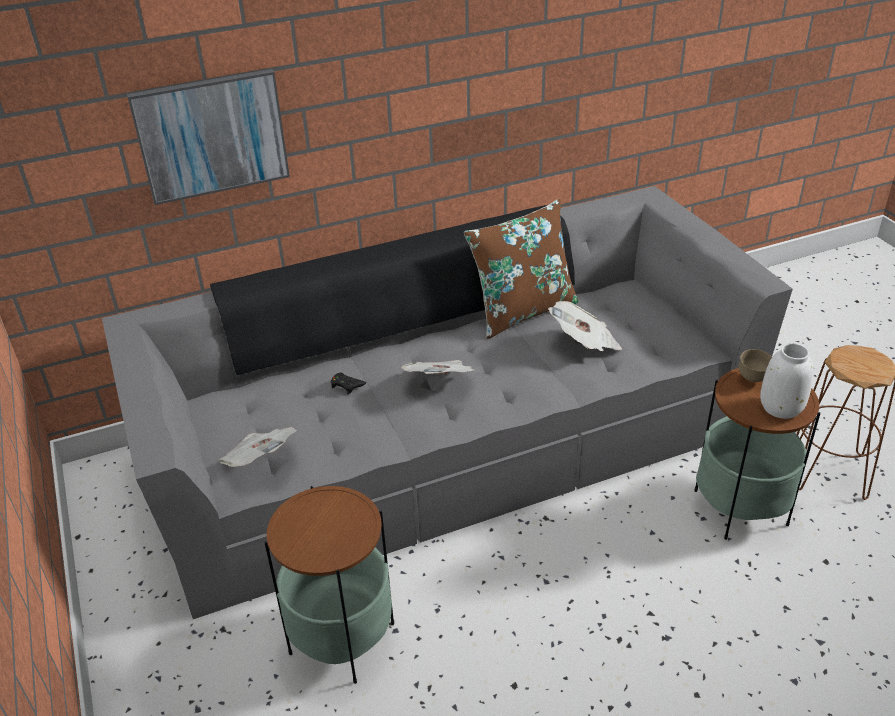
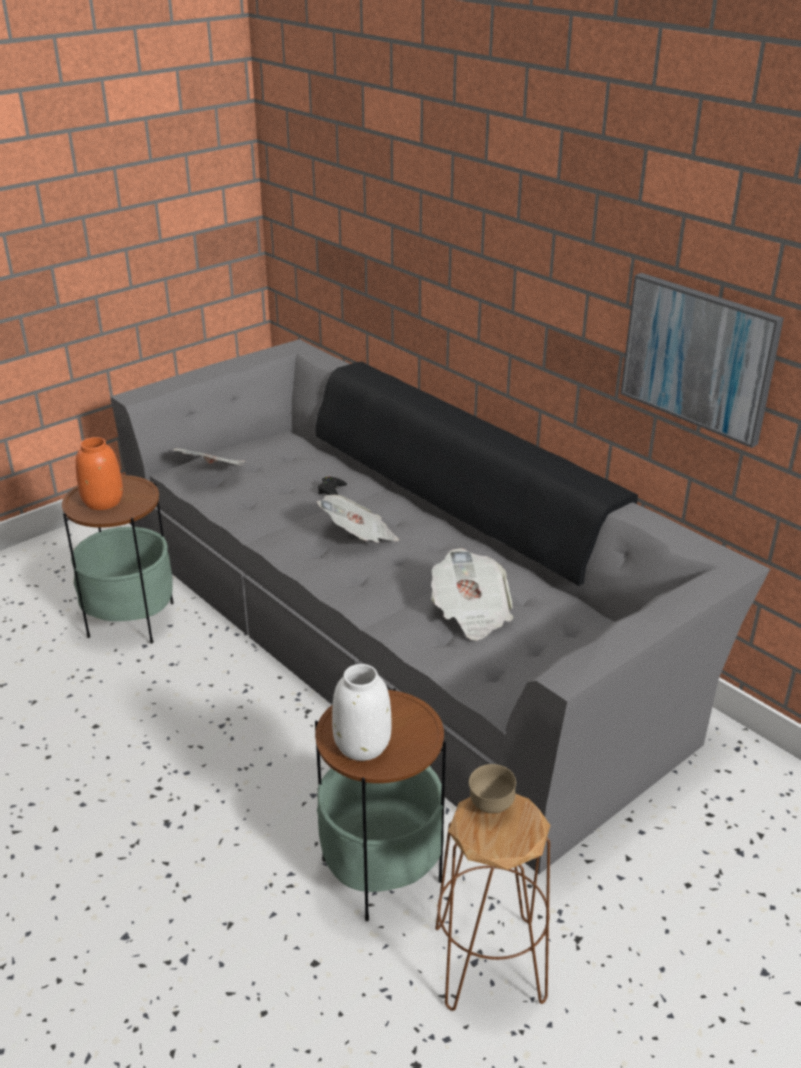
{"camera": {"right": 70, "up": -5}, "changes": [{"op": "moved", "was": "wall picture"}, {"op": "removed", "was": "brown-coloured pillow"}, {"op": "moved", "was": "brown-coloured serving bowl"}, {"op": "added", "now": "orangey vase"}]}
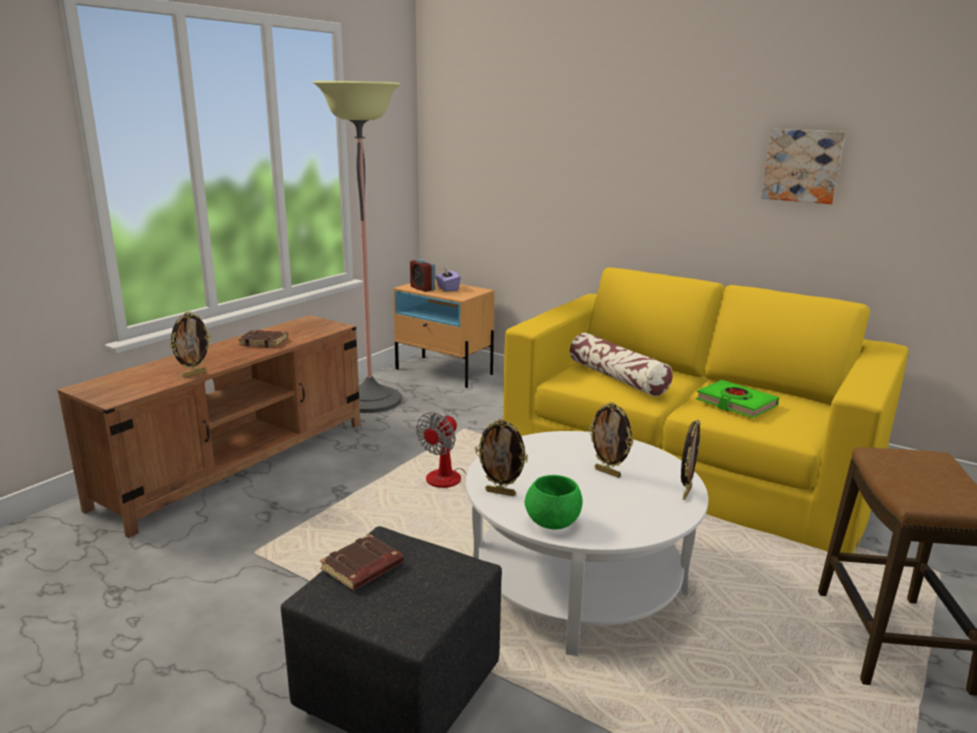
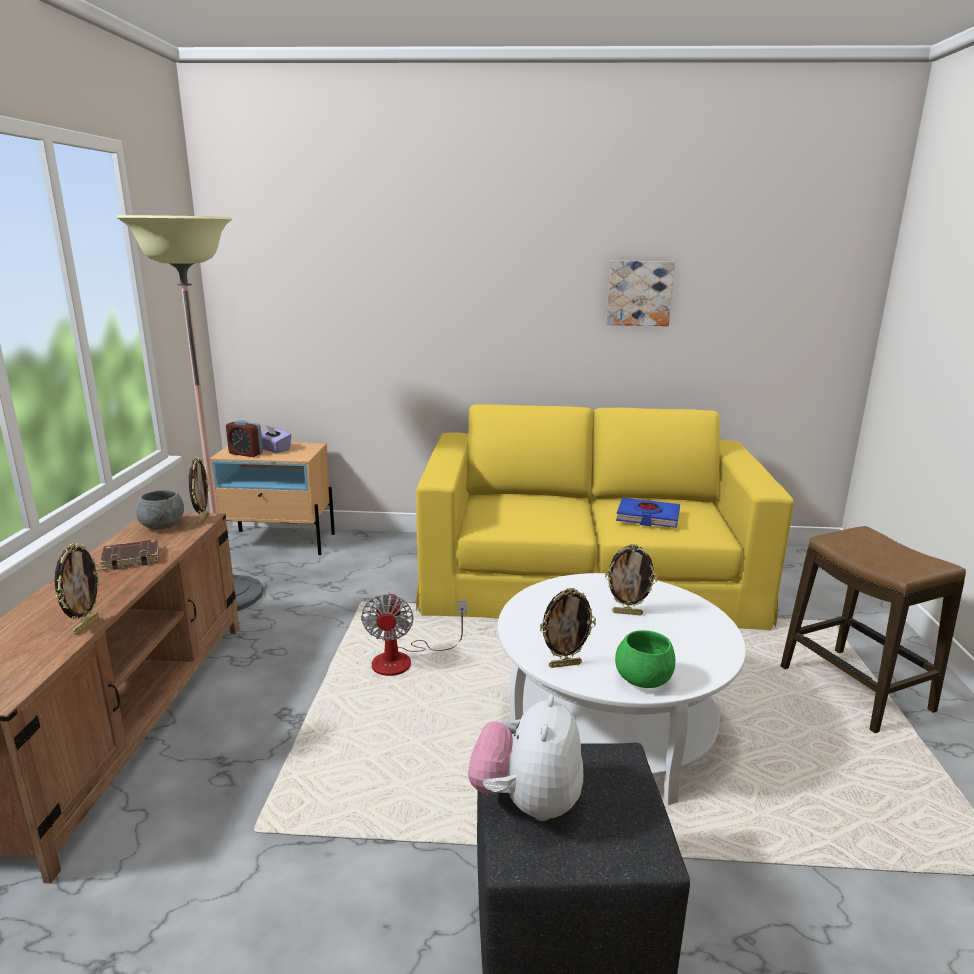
{"camera": {"right": -30, "up": 0}, "changes": [{"op": "removed", "was": "pillow"}, {"op": "recoloured", "was": "green volume", "now": "blue-coloured volume"}, {"op": "moved", "was": "photo frame (4th from left in the first image)", "now": "photo frame (2nd from left)"}, {"op": "replaced", "was": "brown-coloured volume (2nd from left)", "now": "soft toy"}, {"op": "added", "now": "gray serving bowl"}]}
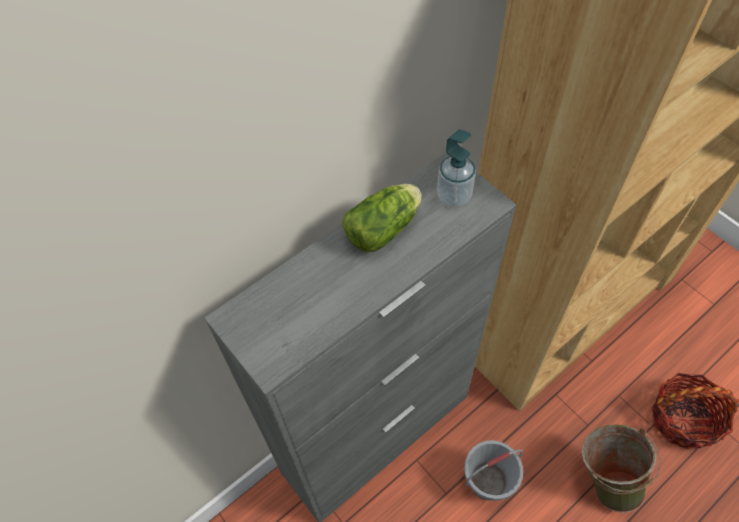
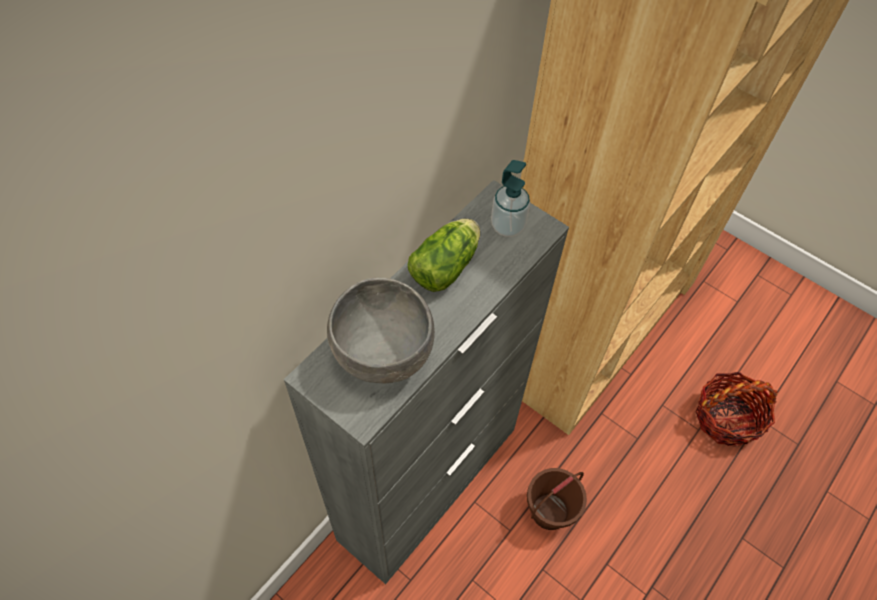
{"camera": {"right": -15, "up": 0}, "changes": [{"op": "removed", "was": "green bucket"}, {"op": "recoloured", "was": "gray bucket", "now": "brown-coloured bucket"}, {"op": "added", "now": "gray serving bowl"}]}
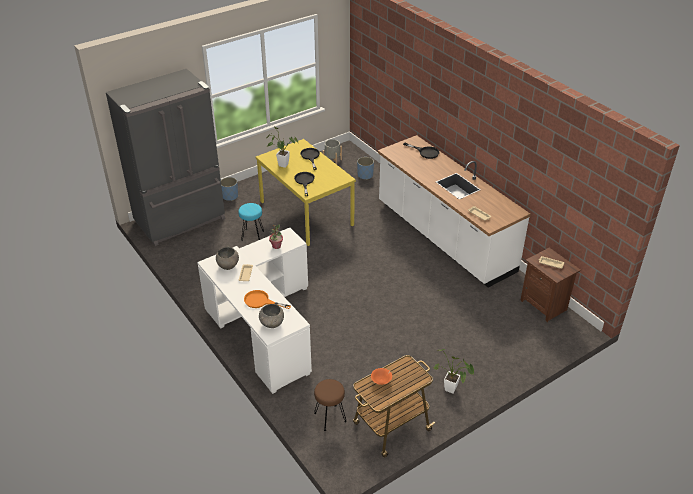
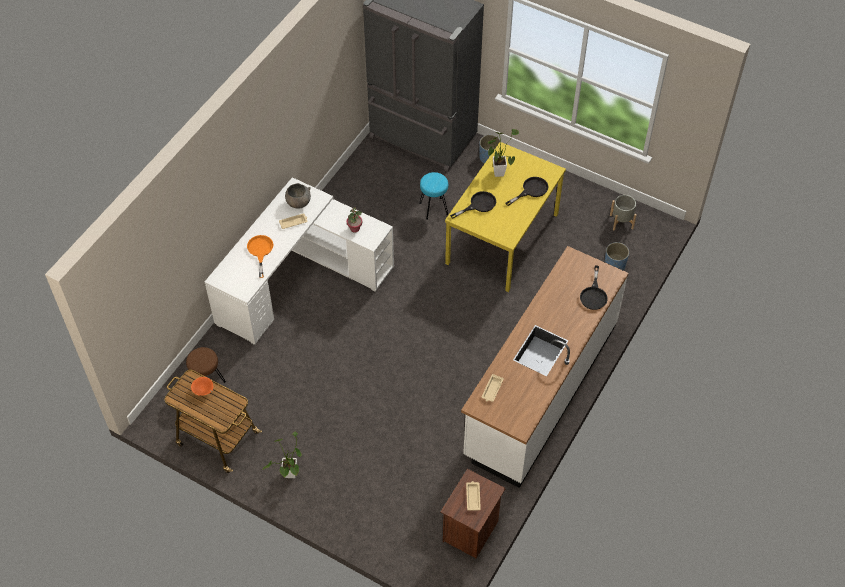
{"camera": {"right": 65, "up": 15}, "changes": [{"op": "removed", "was": "gray serving bowl (2nd from left)"}]}
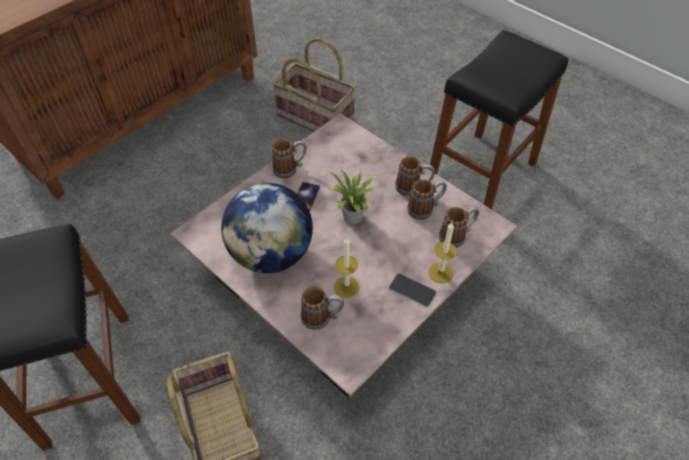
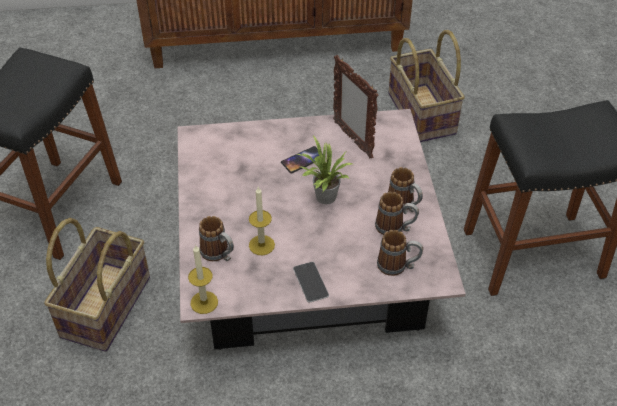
{"camera": {"right": 40, "up": -5}, "changes": [{"op": "removed", "was": "coffee mug (1st from left)"}, {"op": "removed", "was": "globe"}, {"op": "moved", "was": "wax light (2nd from left in the first image)", "now": "wax light (1st from left)"}, {"op": "added", "now": "photo frame"}]}
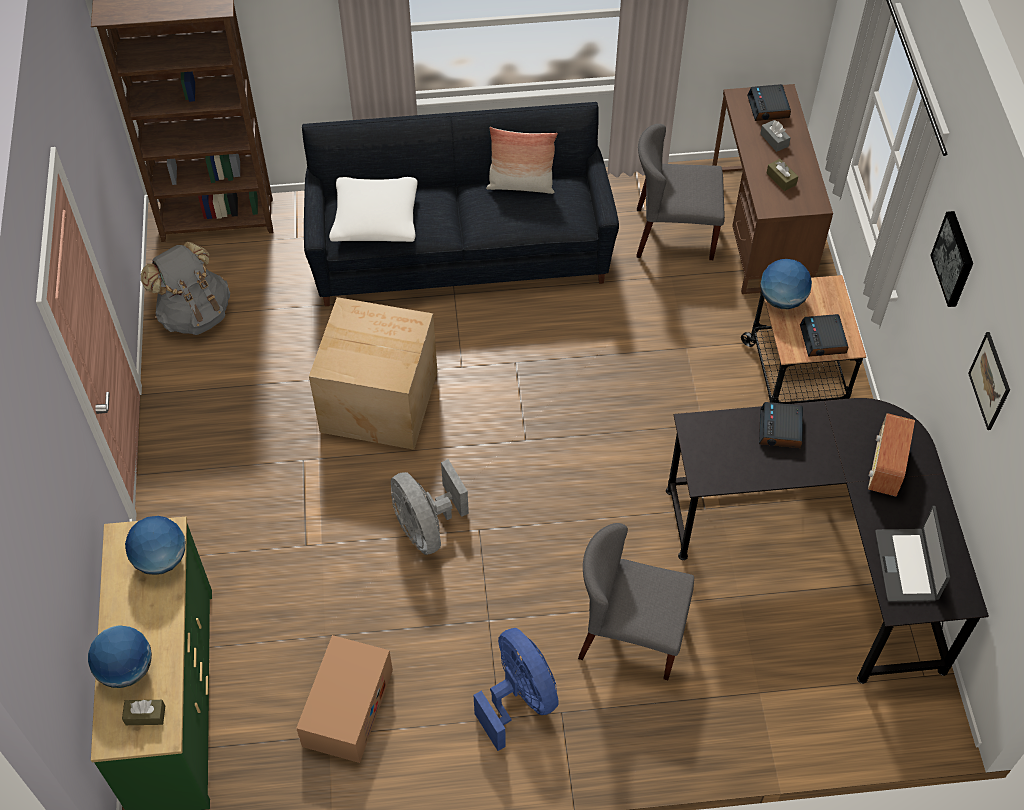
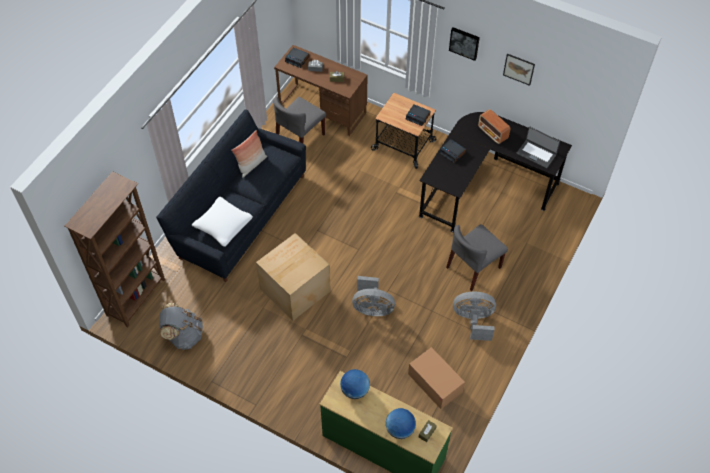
{"camera": {"right": -55, "up": 0}, "changes": [{"op": "removed", "was": "globe (3rd from left)"}, {"op": "recoloured", "was": "blue-coloured cooling fan", "now": "gray cooling fan (2nd from left)"}]}
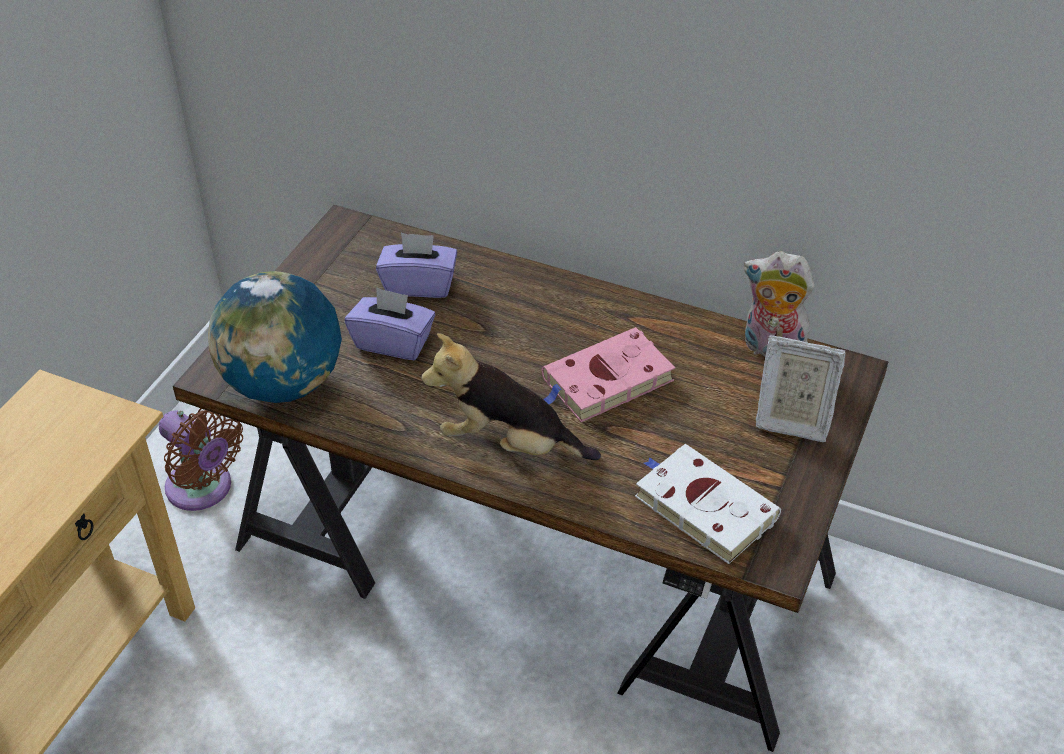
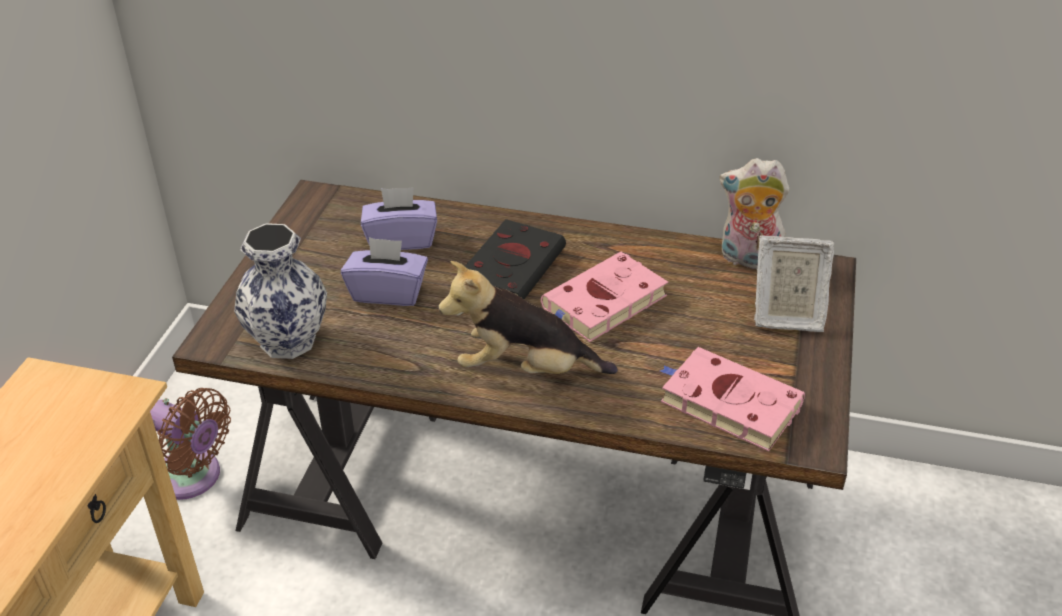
{"camera": {"right": -10, "up": -5}, "changes": [{"op": "replaced", "was": "globe", "now": "vase"}, {"op": "recoloured", "was": "white-coloured volume", "now": "pink-coloured volume (2nd from left)"}, {"op": "added", "now": "black volume"}]}
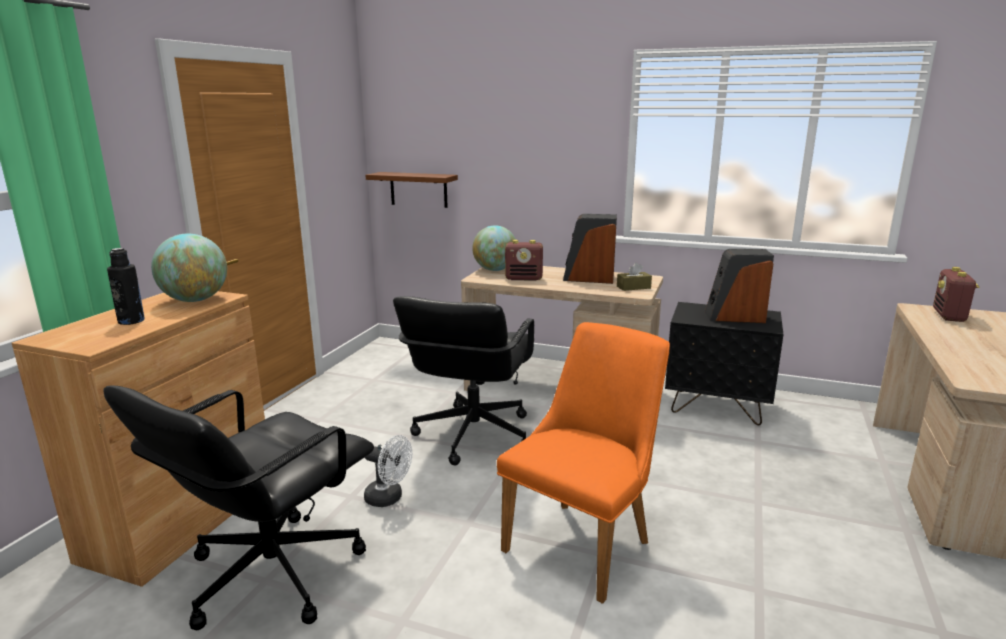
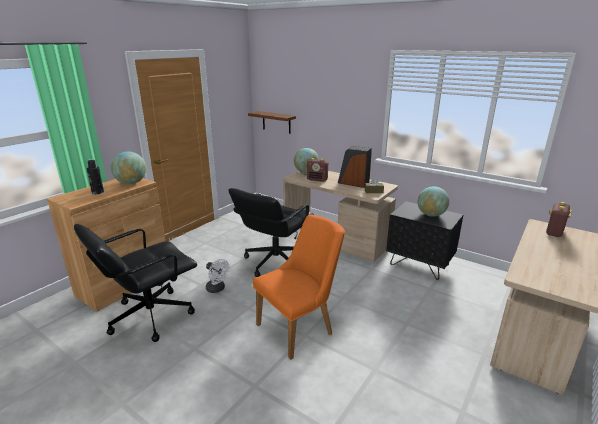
{"camera": {"right": 15, "up": 5}, "changes": [{"op": "replaced", "was": "loudspeaker (2nd from left)", "now": "globe (3rd from left)"}]}
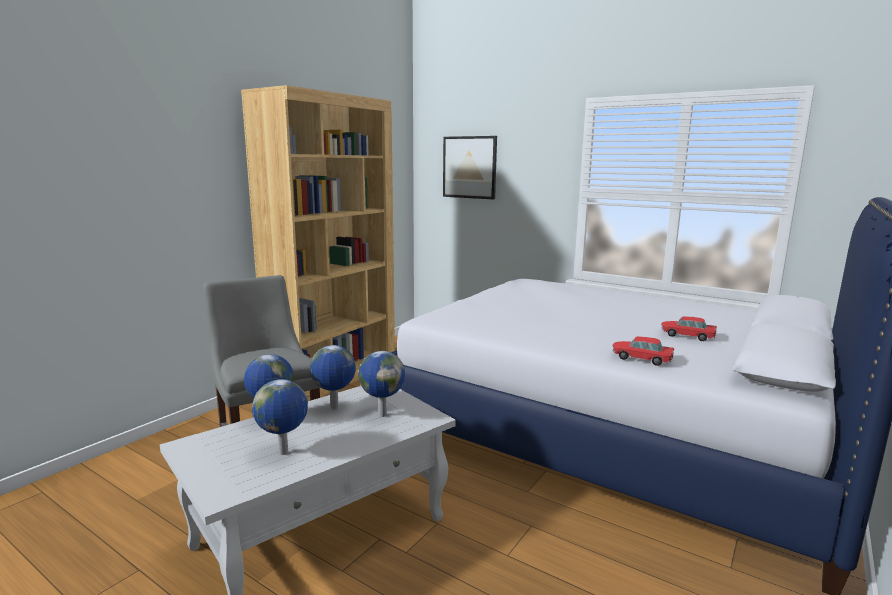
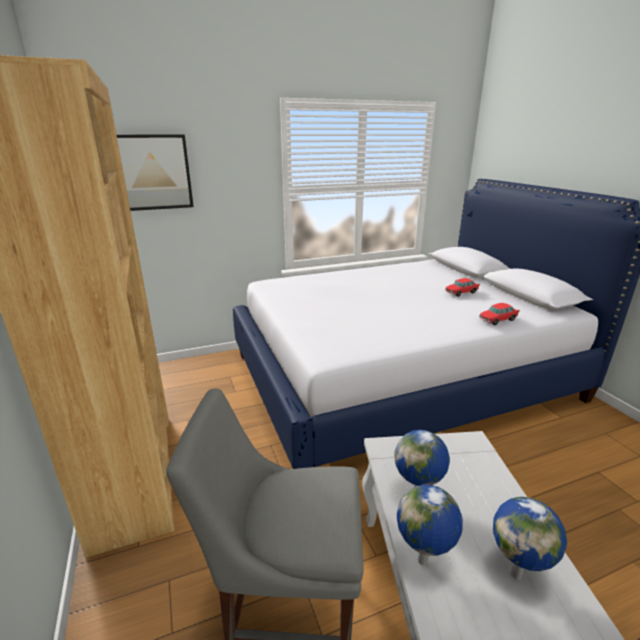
{"camera": {"right": -55, "up": 10}, "changes": [{"op": "removed", "was": "globe (4th from left)"}]}
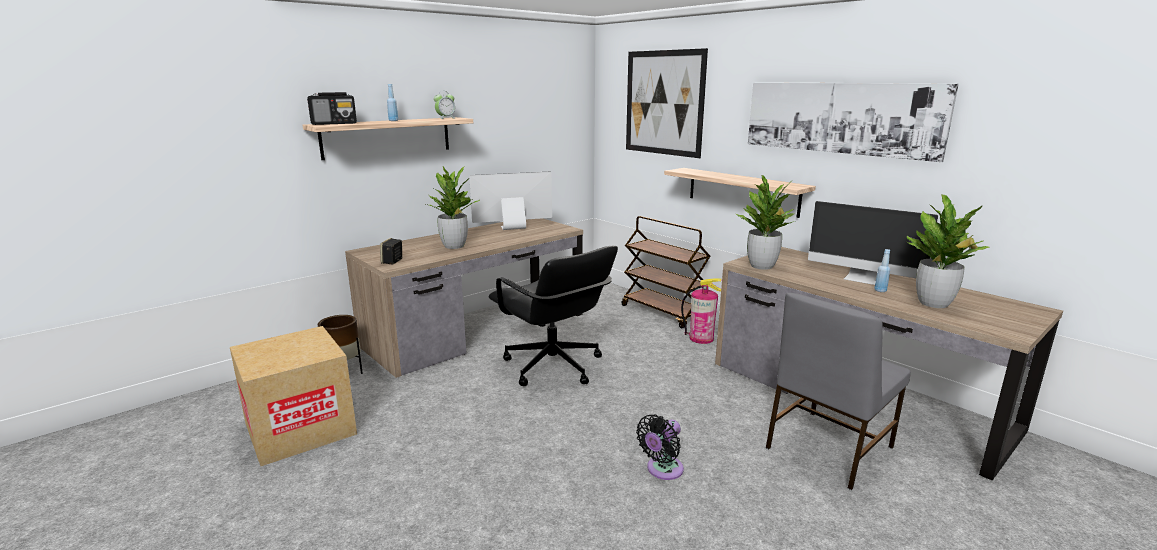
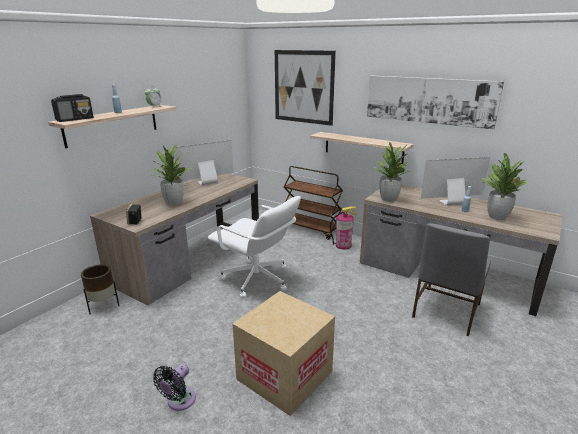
{"camera": {"right": -15, "up": 5}, "changes": [{"op": "turned", "was": "monitor (2nd from left)", "clockwise": 150}, {"op": "recoloured", "was": "black office chair", "now": "white-coloured office chair"}, {"op": "moved", "was": "carton"}, {"op": "moved", "was": "black cooling fan"}]}
